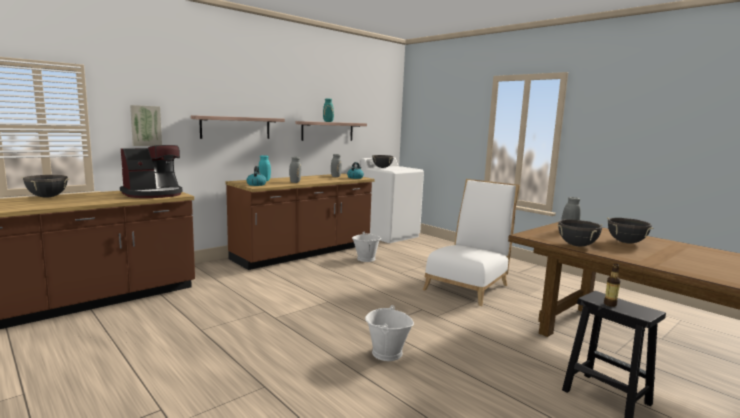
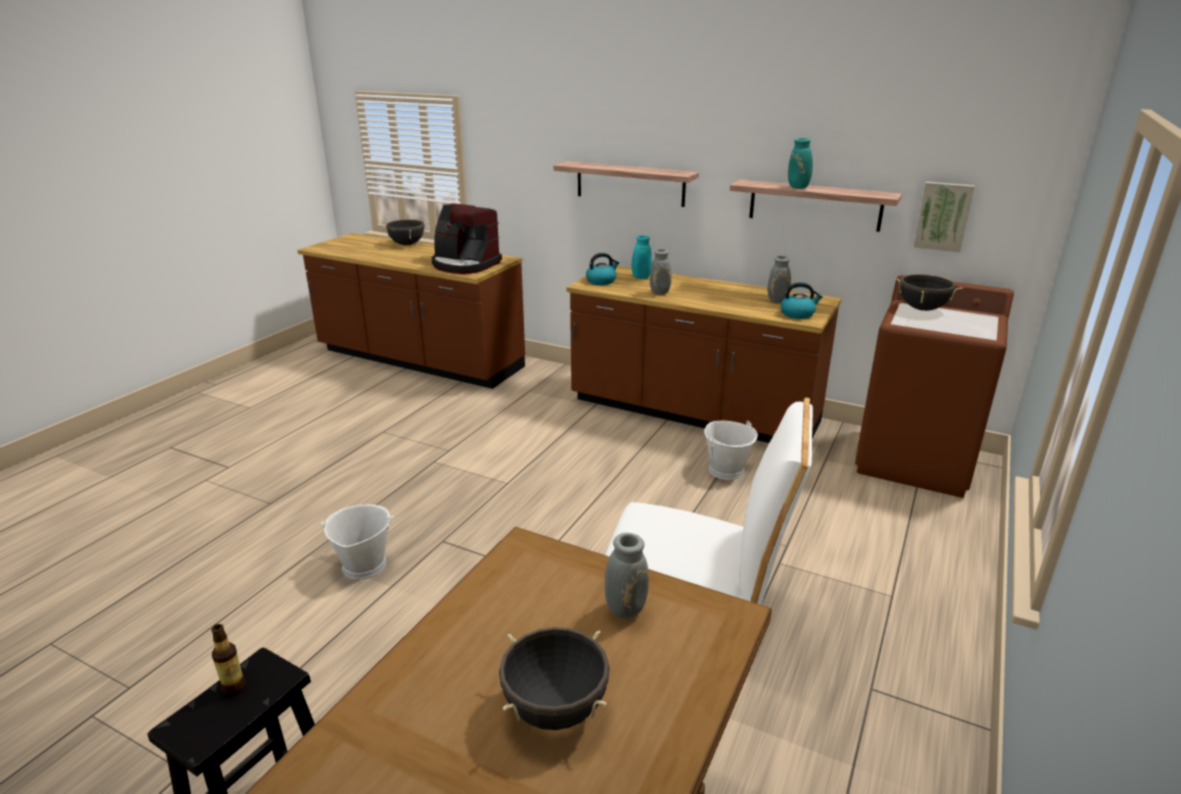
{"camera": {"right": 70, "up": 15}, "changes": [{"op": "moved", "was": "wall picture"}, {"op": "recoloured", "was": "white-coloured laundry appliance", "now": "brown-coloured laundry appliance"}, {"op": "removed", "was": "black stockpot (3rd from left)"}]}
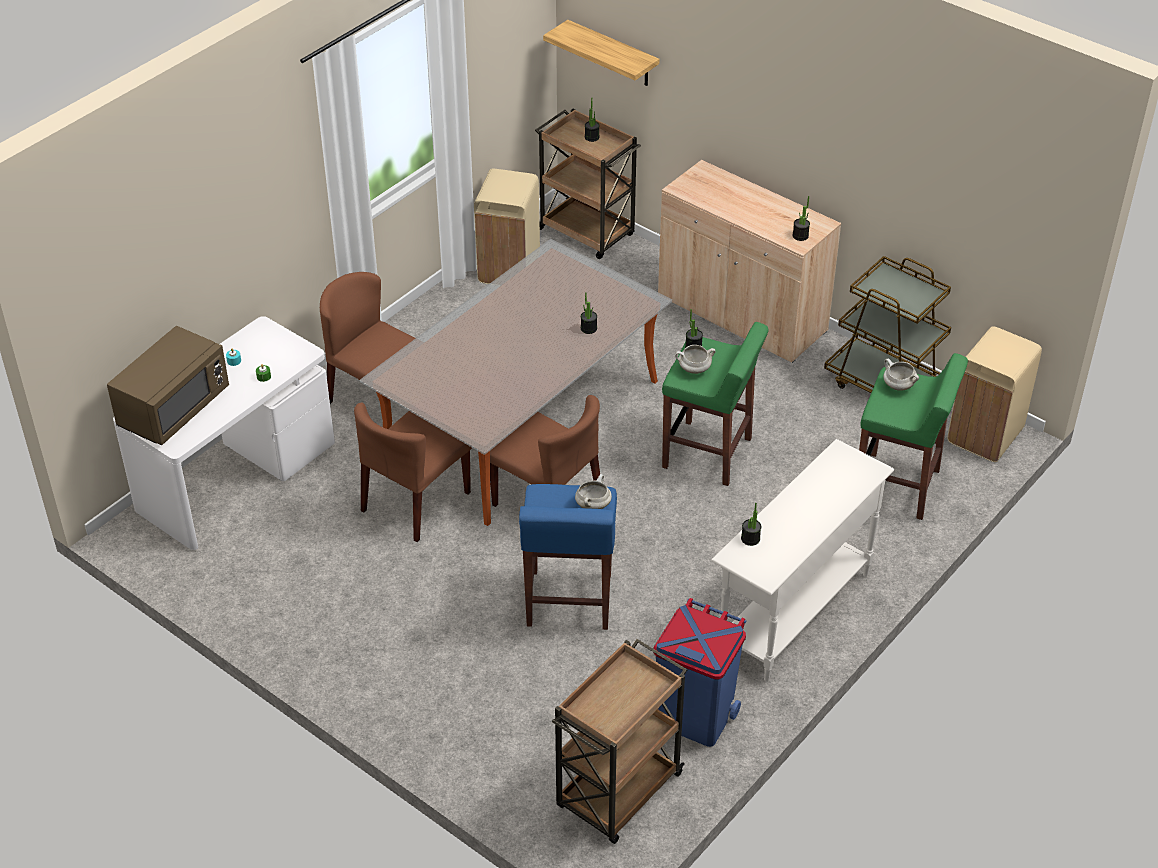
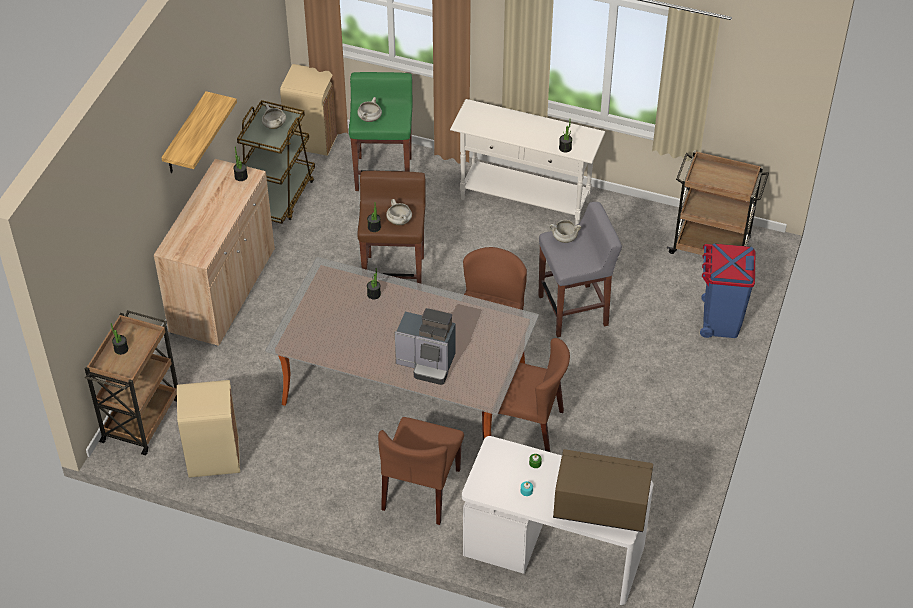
{"camera": {"right": -110, "up": 5}, "changes": [{"op": "moved", "was": "shelf"}, {"op": "recoloured", "was": "green sitting stool (1st from left)", "now": "brown-coloured sitting stool"}, {"op": "recoloured", "was": "blue-coloured sitting stool", "now": "gray sitting stool"}, {"op": "moved", "was": "blue-coloured waste bin"}, {"op": "added", "now": "white-coloured stockpot (1st from left)"}, {"op": "added", "now": "coffee maker"}]}
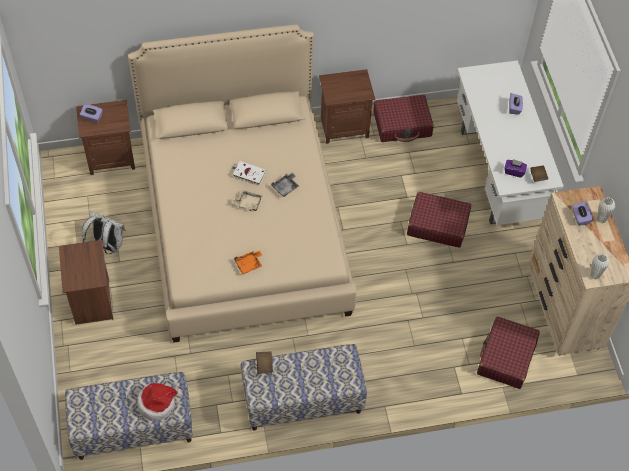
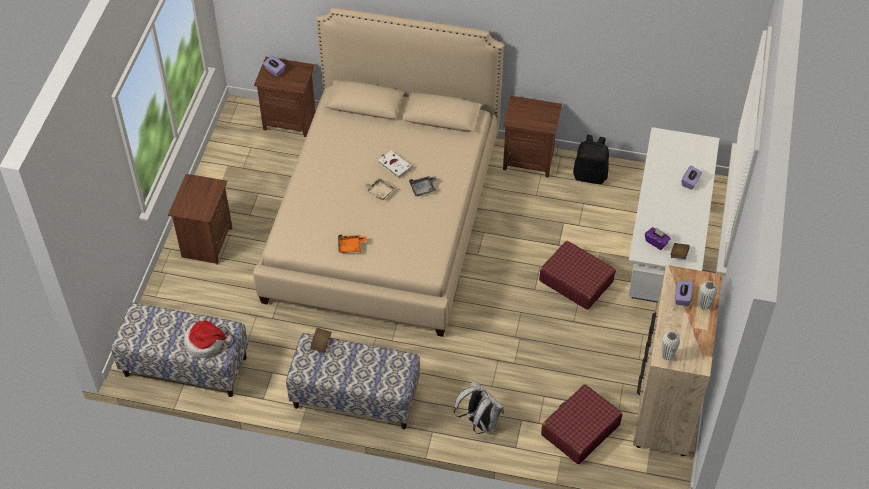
{"camera": {"right": 25, "up": -5}, "changes": [{"op": "replaced", "was": "reddish piece of luggage (1st from left)", "now": "black knapsack"}, {"op": "moved", "was": "white-coloured knapsack"}]}
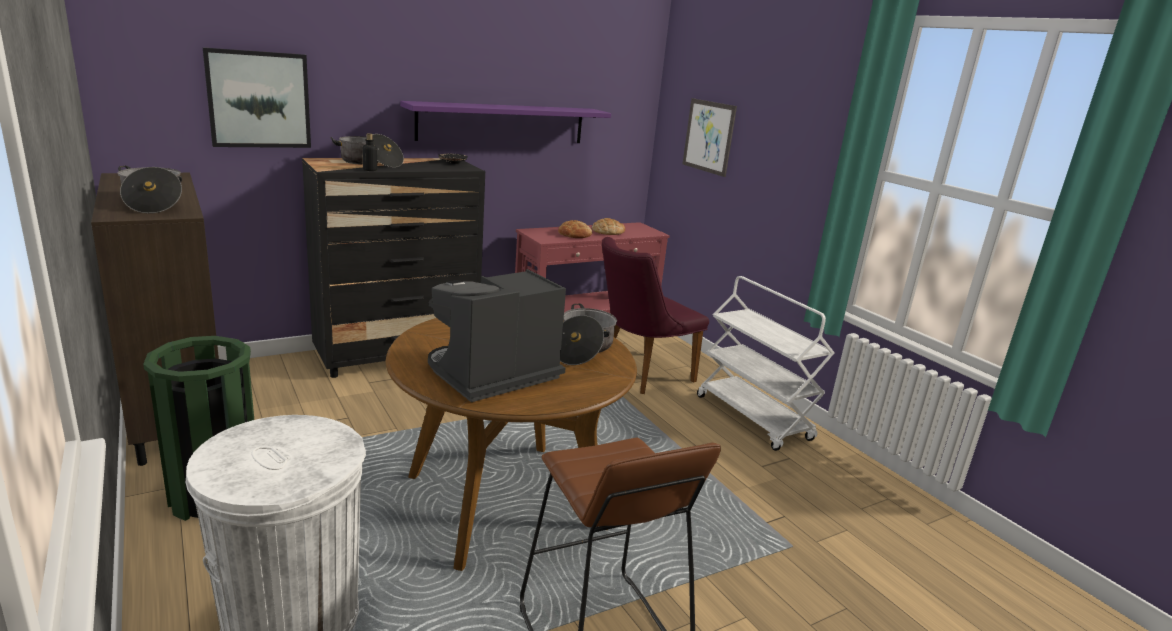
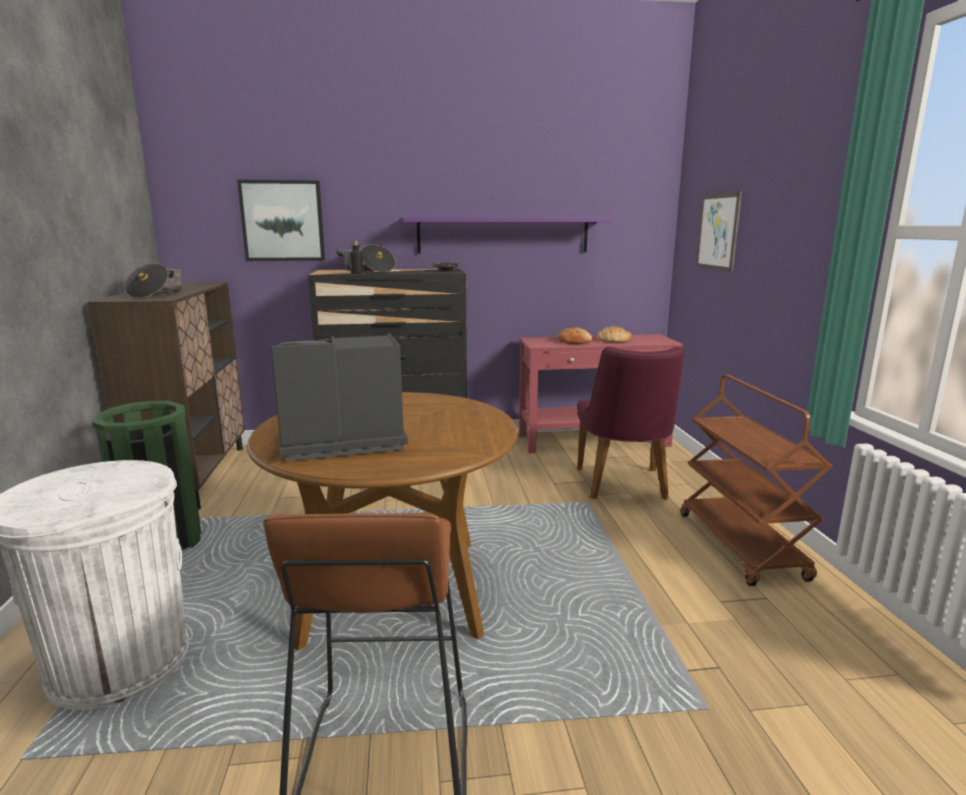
{"camera": {"right": 25, "up": -5}, "changes": [{"op": "turned", "was": "purplish plain chair", "clockwise": -75}, {"op": "recoloured", "was": "white-coloured wheeled cart", "now": "brown-coloured wheeled cart"}, {"op": "removed", "was": "stockpot (3rd from left)"}]}
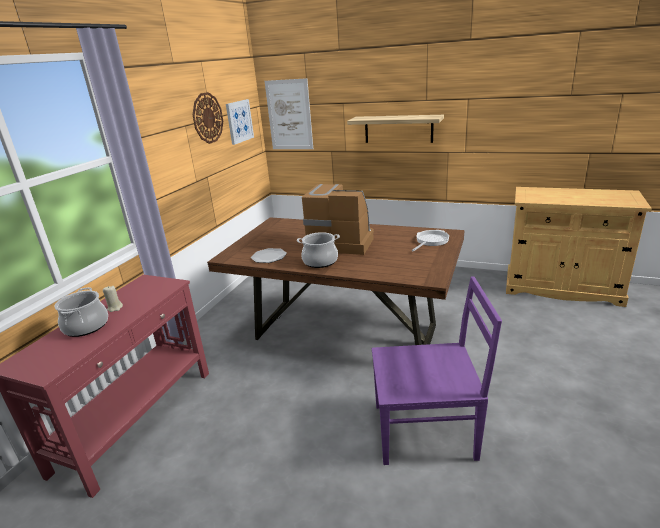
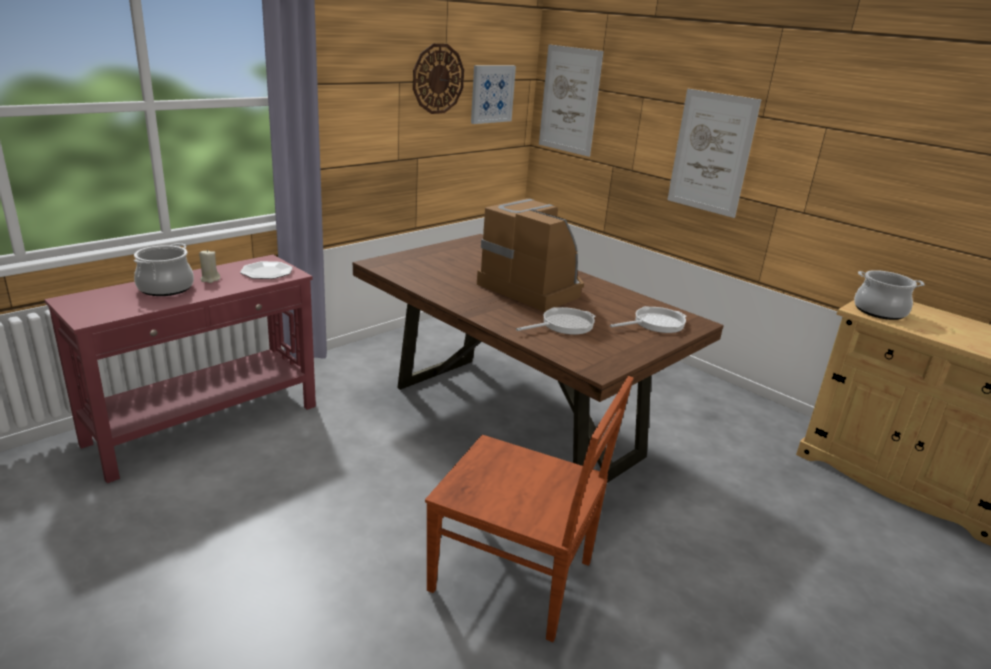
{"camera": {"right": 20, "up": 0}, "changes": [{"op": "replaced", "was": "shelf", "now": "wall picture (3rd from left)"}, {"op": "moved", "was": "stockpot (2nd from left)"}, {"op": "moved", "was": "plate"}, {"op": "recoloured", "was": "purplish plain chair", "now": "brown-coloured plain chair"}, {"op": "added", "now": "frying pan (1st from left)"}]}
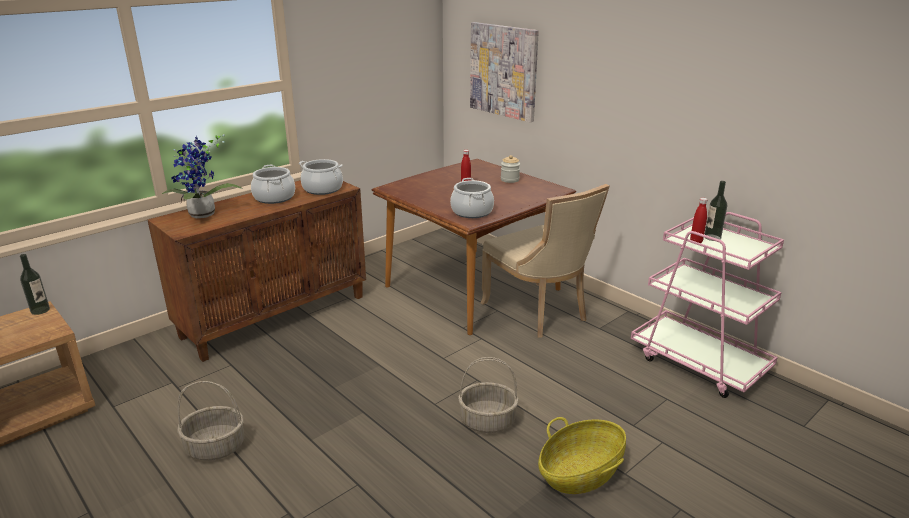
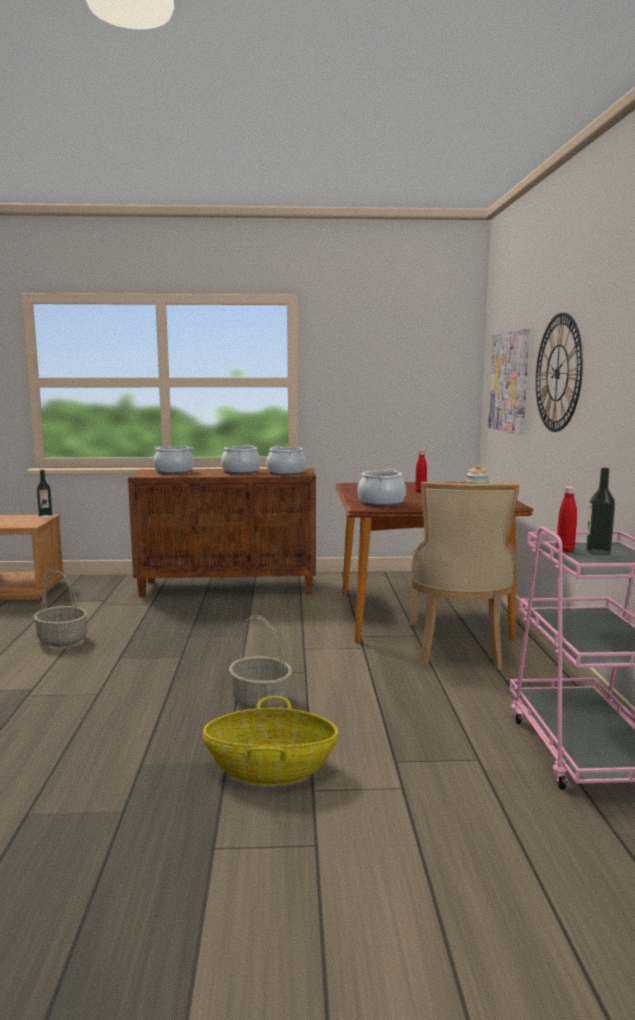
{"camera": {"right": 40, "up": -15}, "changes": [{"op": "replaced", "was": "houseplant", "now": "stockpot (1st from left)"}, {"op": "added", "now": "hanging clock"}]}
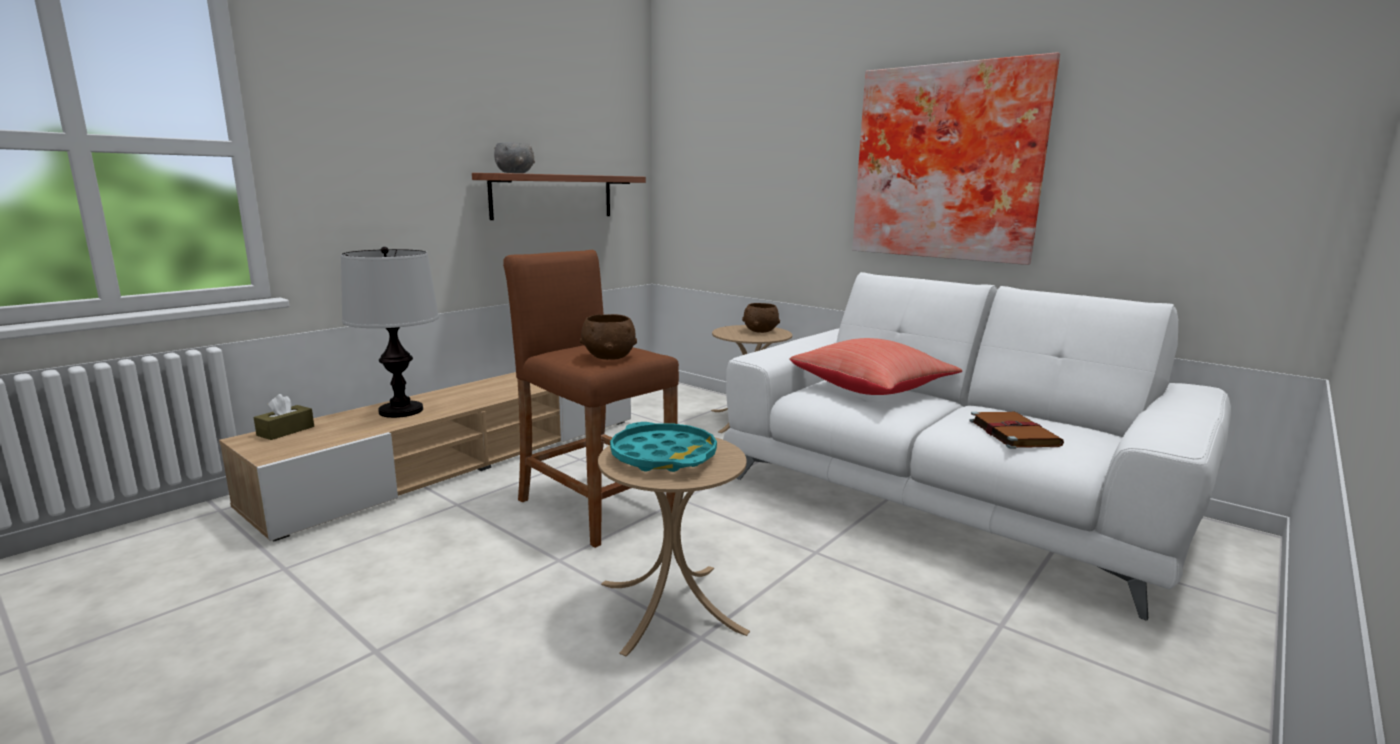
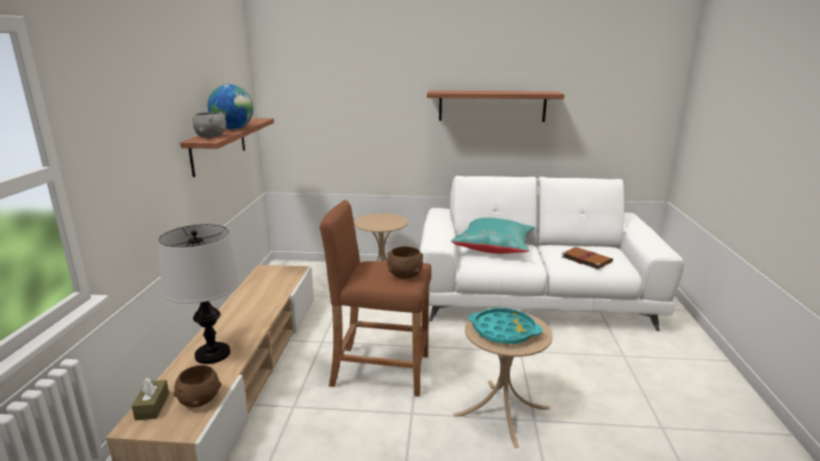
{"camera": {"right": -35, "up": 5}, "changes": [{"op": "replaced", "was": "wall picture", "now": "shelf (2nd from left)"}, {"op": "moved", "was": "brown-coloured serving bowl (2nd from left in the first image)", "now": "brown-coloured serving bowl (1st from left)"}, {"op": "recoloured", "was": "reddish pillow", "now": "turquoise-coloured pillow"}, {"op": "added", "now": "globe"}]}
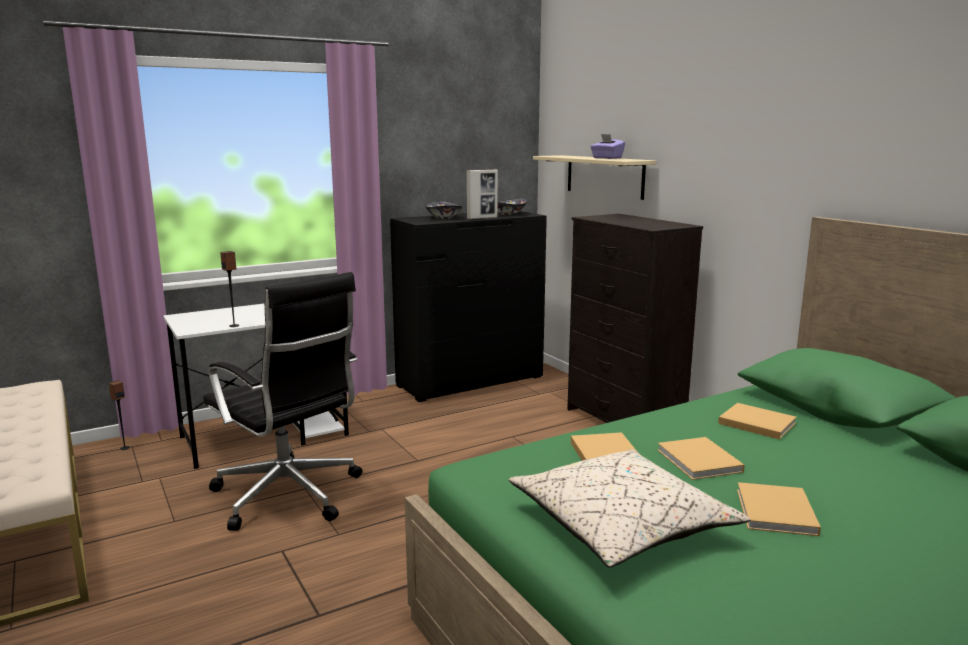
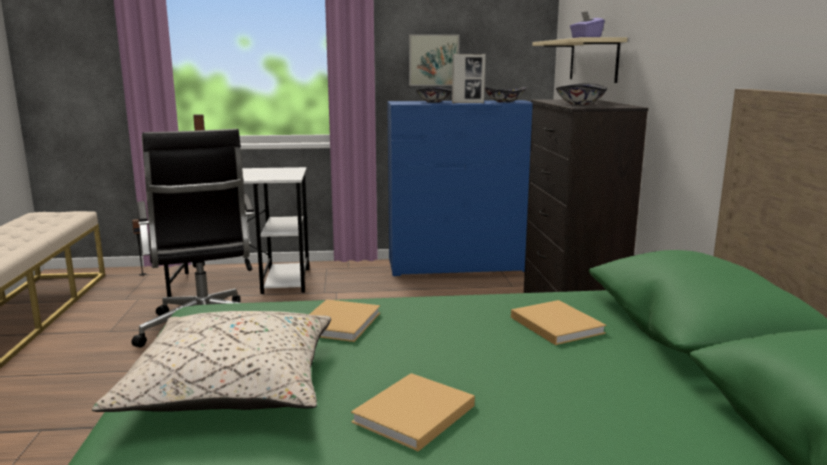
{"camera": {"right": 25, "up": 0}, "changes": [{"op": "recoloured", "was": "black dresser (1st from left)", "now": "blue-coloured dresser"}, {"op": "removed", "was": "beige volume (2nd from left)"}, {"op": "added", "now": "wall picture"}, {"op": "added", "now": "serving bowl (3rd from left)"}]}
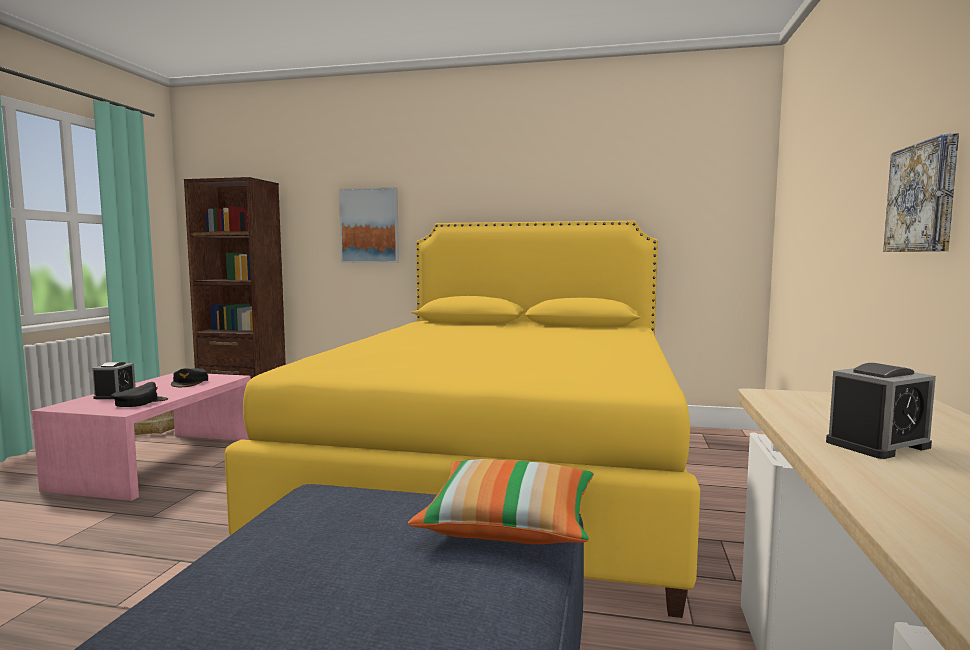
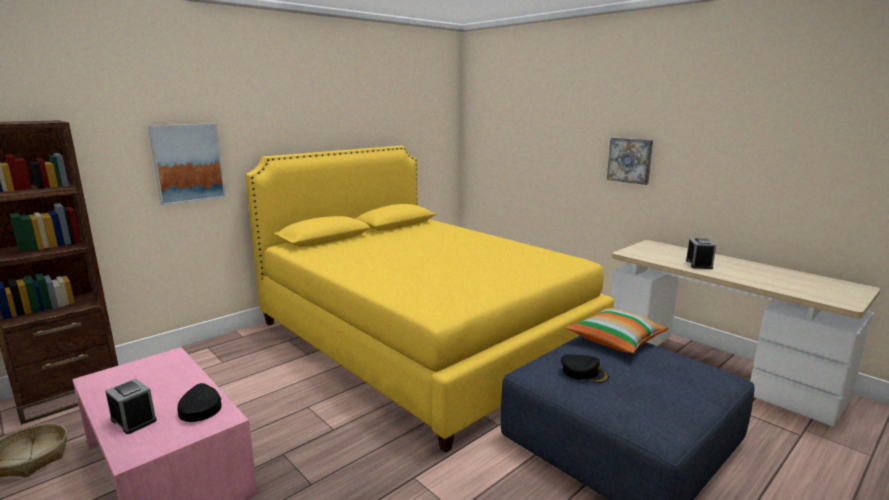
{"camera": {"right": -55, "up": 10}, "changes": [{"op": "moved", "was": "black baseball cap (2nd from left)"}]}
